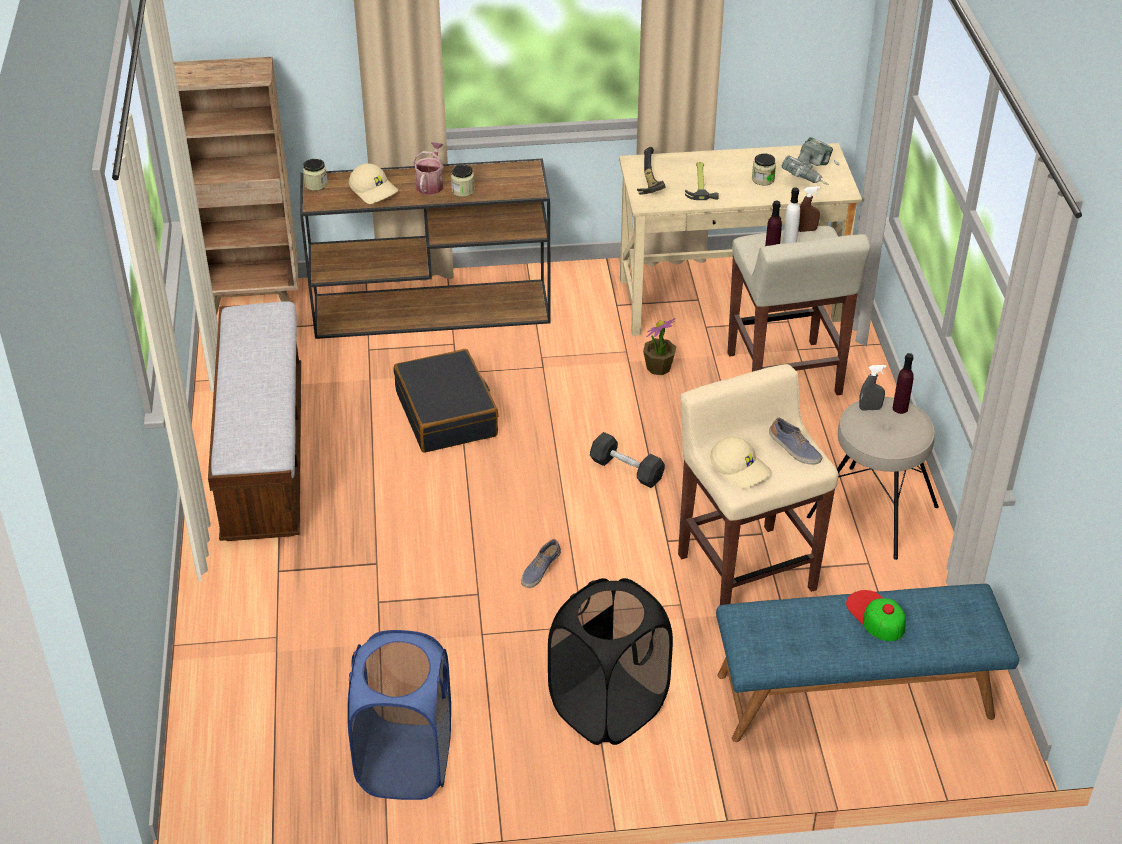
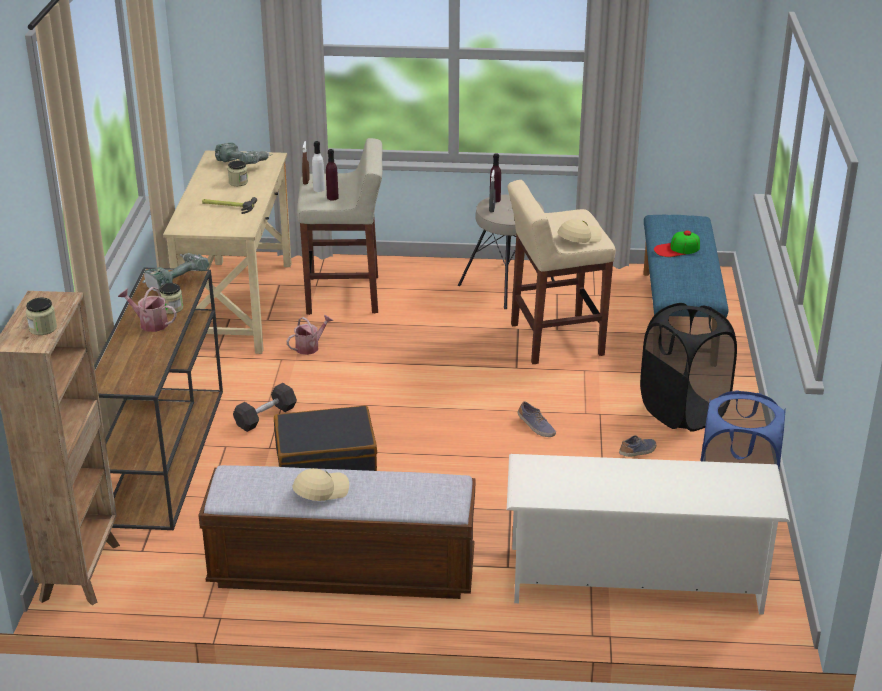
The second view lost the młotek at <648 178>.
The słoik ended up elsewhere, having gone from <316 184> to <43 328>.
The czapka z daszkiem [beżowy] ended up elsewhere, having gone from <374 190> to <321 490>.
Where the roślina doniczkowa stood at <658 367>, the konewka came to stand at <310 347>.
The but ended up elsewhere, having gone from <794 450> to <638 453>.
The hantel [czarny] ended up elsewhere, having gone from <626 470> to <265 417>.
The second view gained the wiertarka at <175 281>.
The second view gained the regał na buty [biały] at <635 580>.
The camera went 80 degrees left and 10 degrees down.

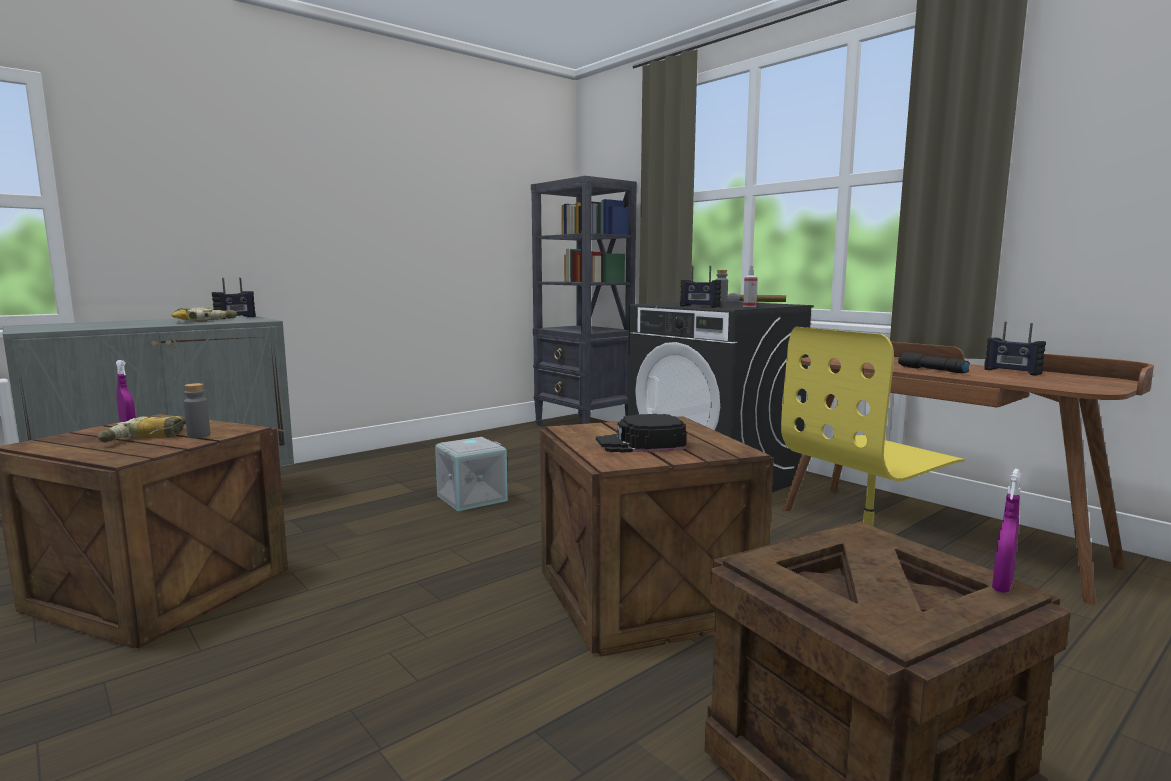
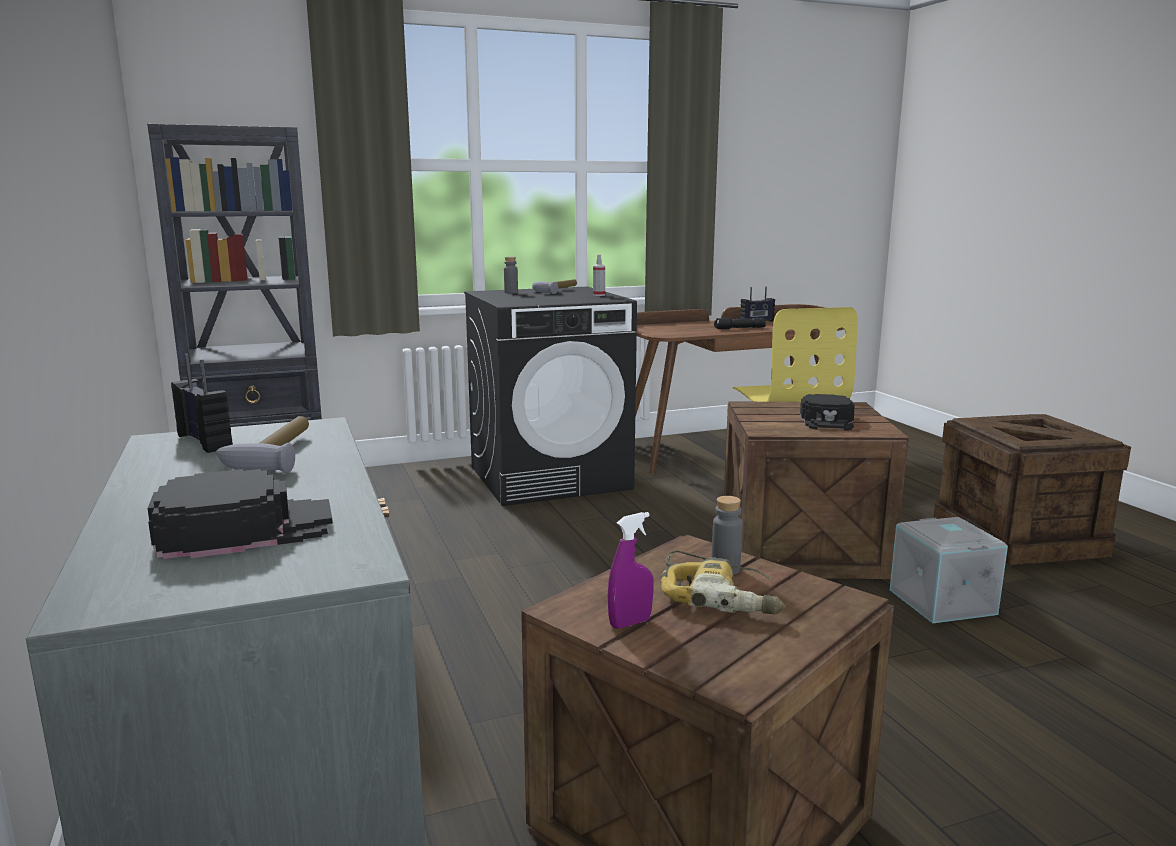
The second view lost the radio at <699 306>.
Where the wiertarka stood at <205 321>, the młotek came to stand at <273 455>.
The pojemnik do przechowywania [szary] ended up elsewhere, having gone from <472 498> to <940 602>.
The second view lost the spryskiwacz [fioletowy] at <1002 586>.
The second view gained the czapka z daszkiem [czarny] at <244 528>.
The camera went 70 degrees left and 5 degrees up.

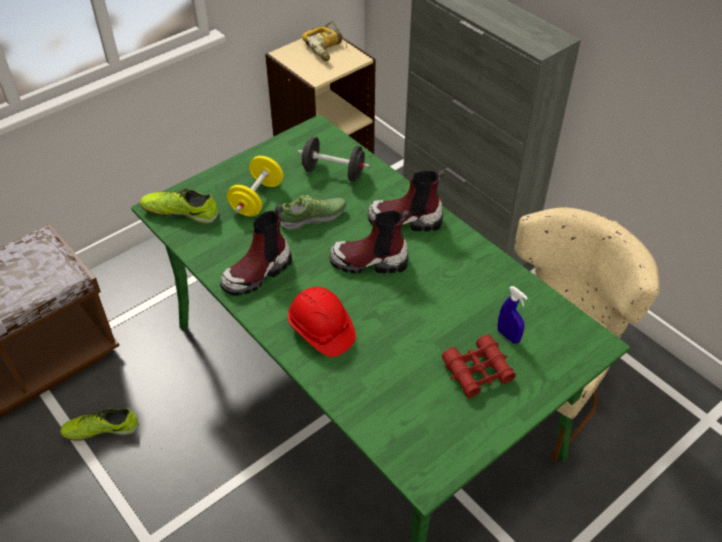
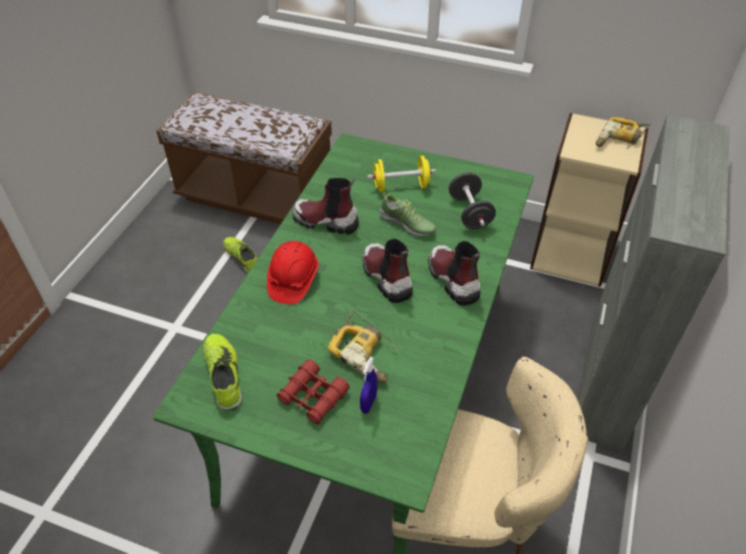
The but ended up elsewhere, having gone from <180 212> to <224 375>.
The second view gained the wiertarka at <366 353>.
The camera went 60 degrees right and 0 degrees up.

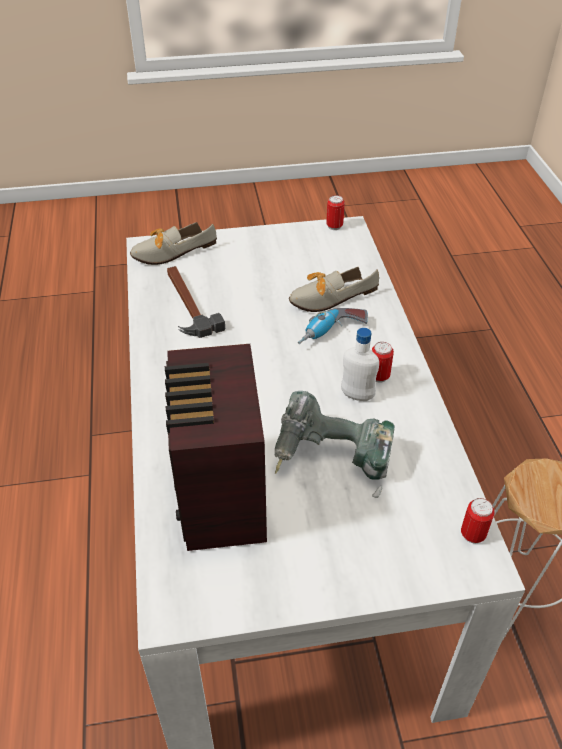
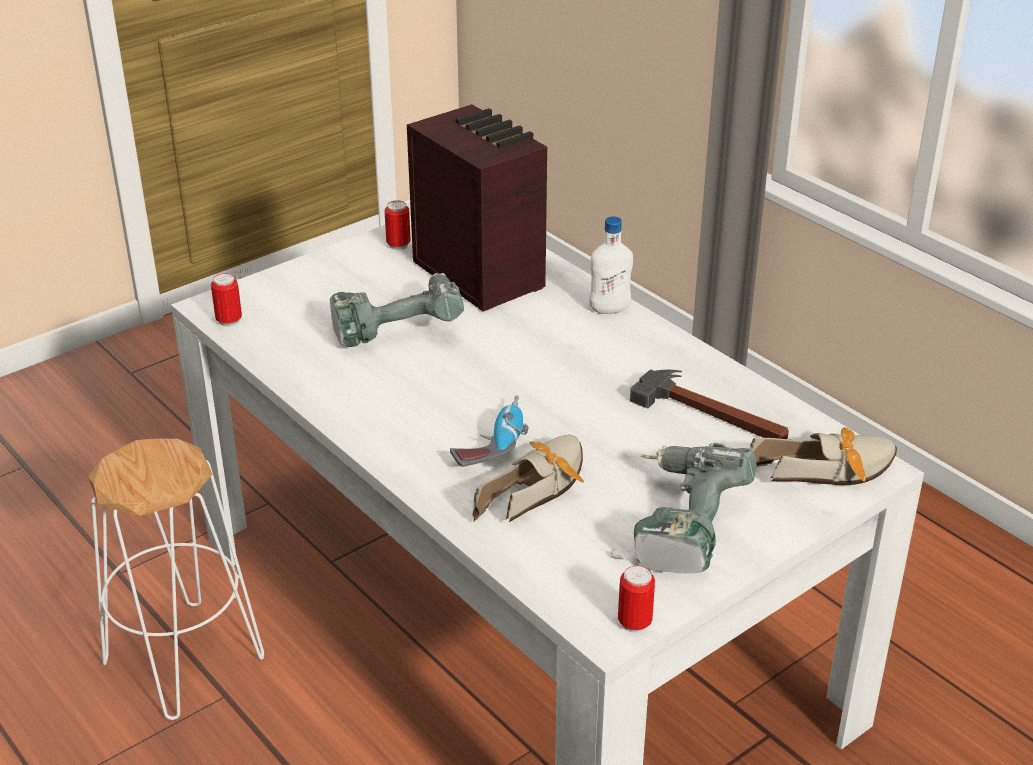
The but at <168 253> ended up facing another way, 45 degrees clockwise from before.
The butelka [biały] ended up elsewhere, having gone from <357 395> to <609 309>.
The puszka ended up elsewhere, having gone from <379 376> to <398 245>.
The second view gained the wiertarka at <678 527>.
The camera went 150 degrees right and 10 degrees down.

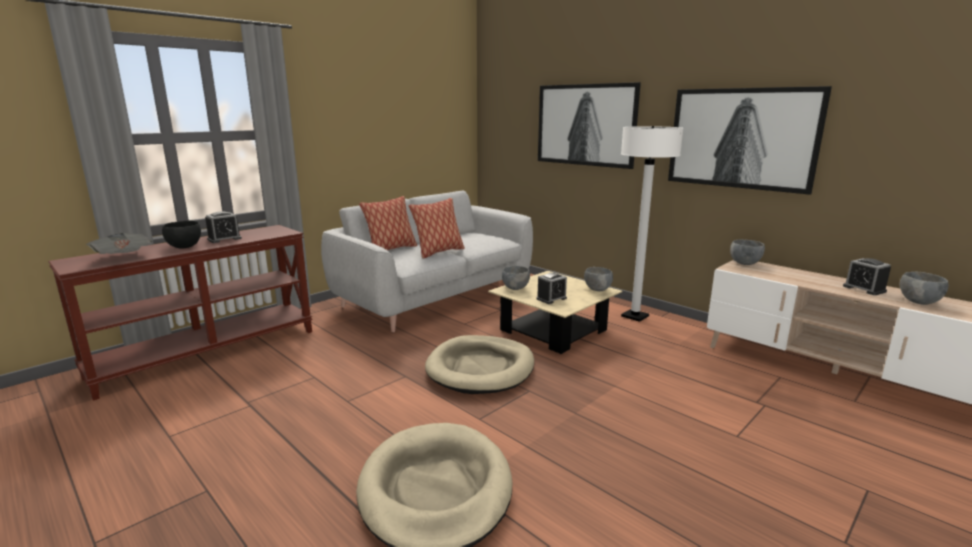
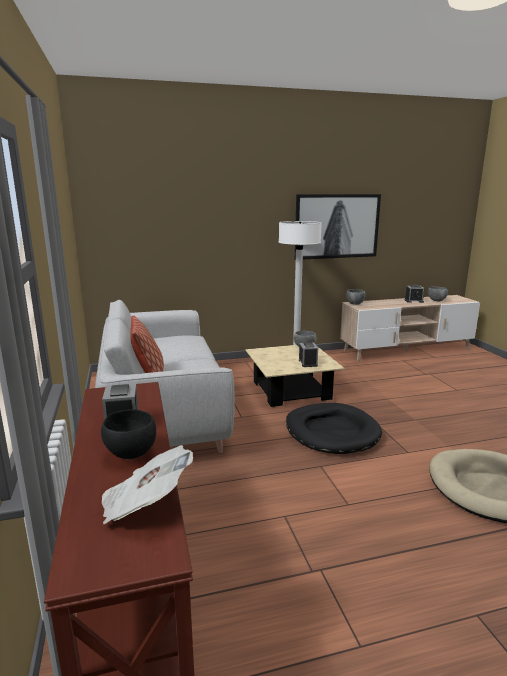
The second view lost the obraz at <586 125>.
The second view lost the poduszka at <438 252>.
The second view lost the miska [szary] at <515 288>.
What was the legowisko [beżowy] at <481 368> turned into the legowisko [czarny] at <331 432>.
The camera went 60 degrees left and 0 degrees up.

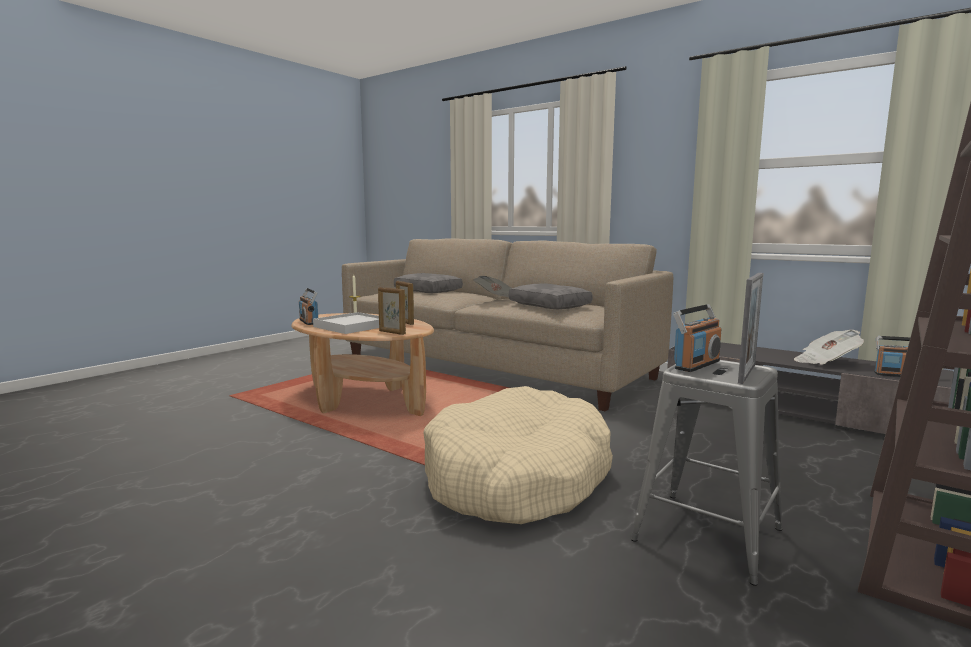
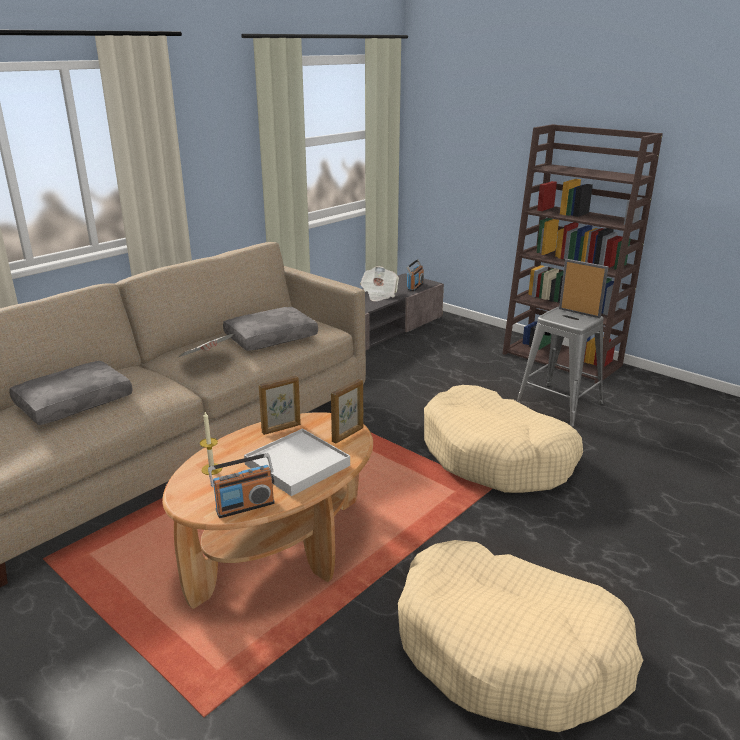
The second view lost the radio at <696 365>.
The second view gained the legowisko [beżowy] at <509 650>.
The camera went 85 degrees left and 15 degrees up.

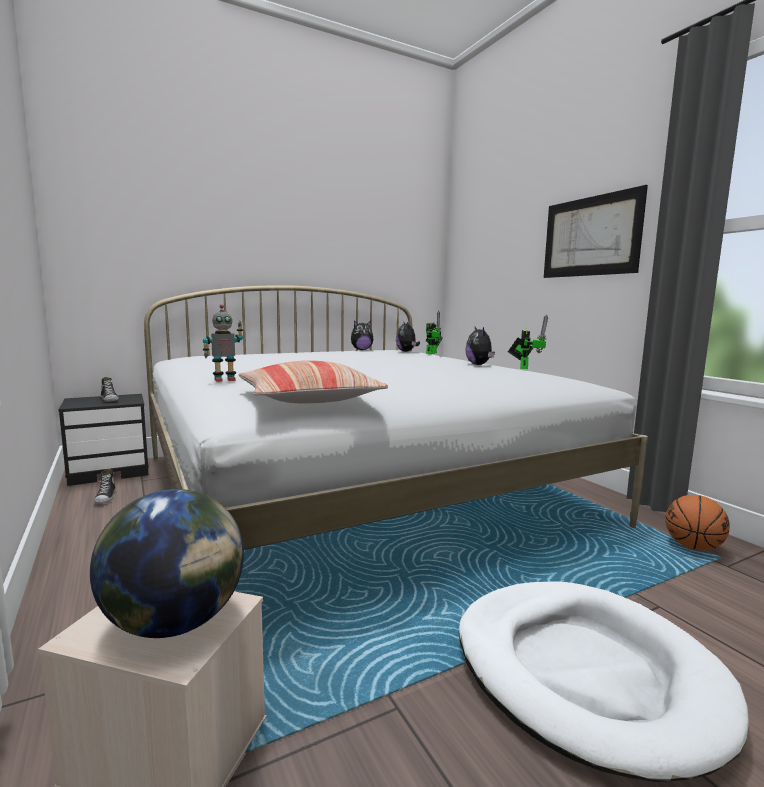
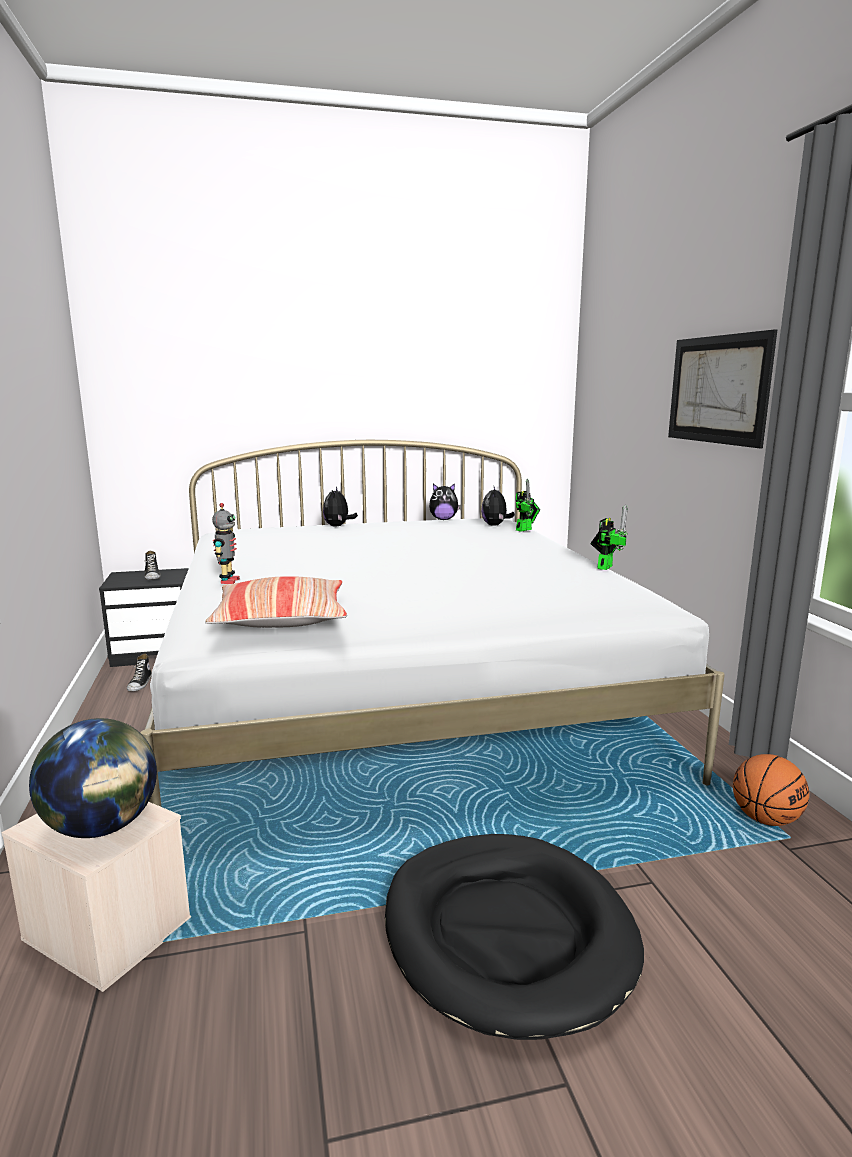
The robot zabawkowy at <224 380> ended up facing another way, 75 degrees counterclockwise from before.
The pluszak ended up elsewhere, having gone from <479 365> to <338 526>.
What was the legowisko [biały] at <585 673> turned into the legowisko [czarny] at <507 934>.
The camera went 15 degrees right and 5 degrees up.

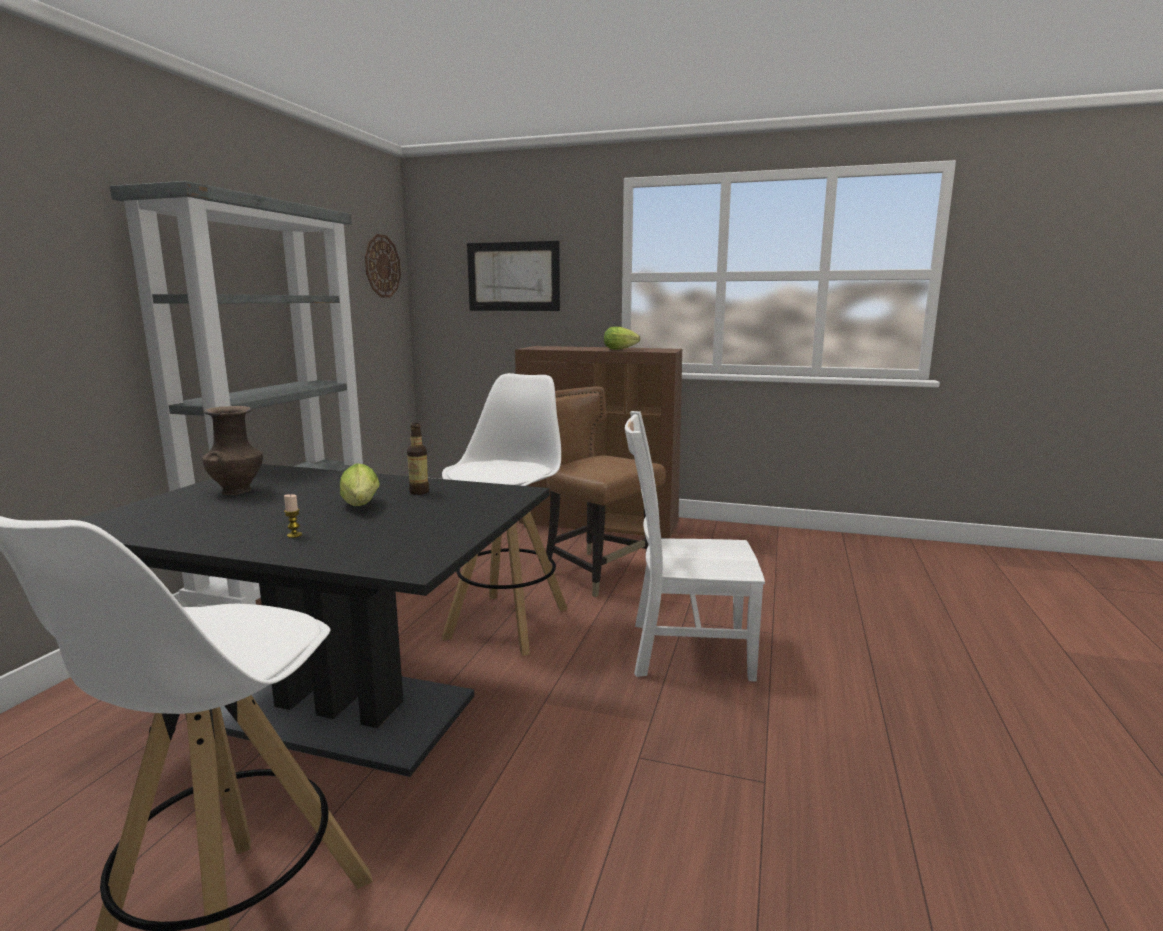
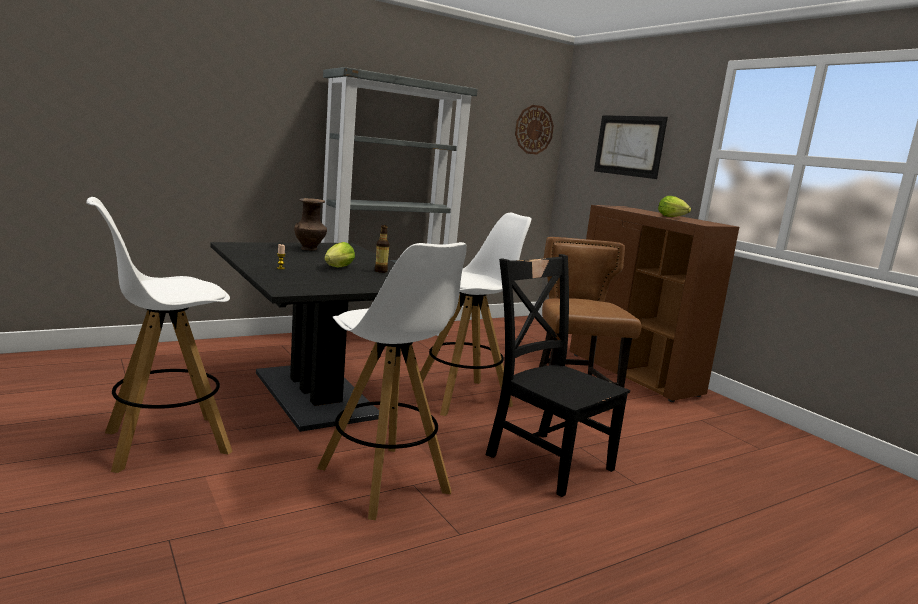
What was the krzesło [biały] at <684 650> turned into the krzesło [czarny] at <546 459>.
The second view gained the stołek [biały] at <384 481>.
The camera went 40 degrees right and 0 degrees up.

